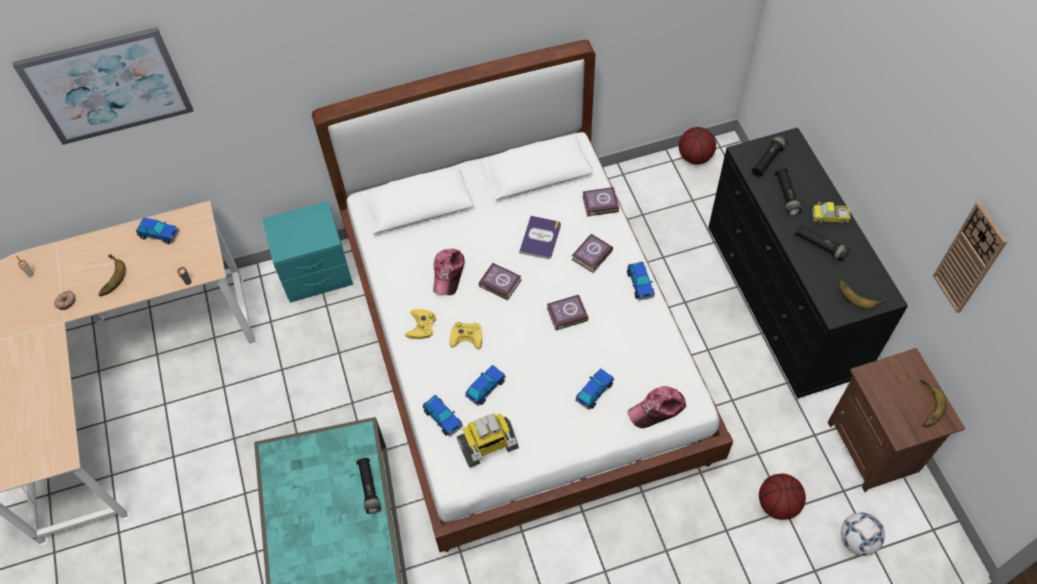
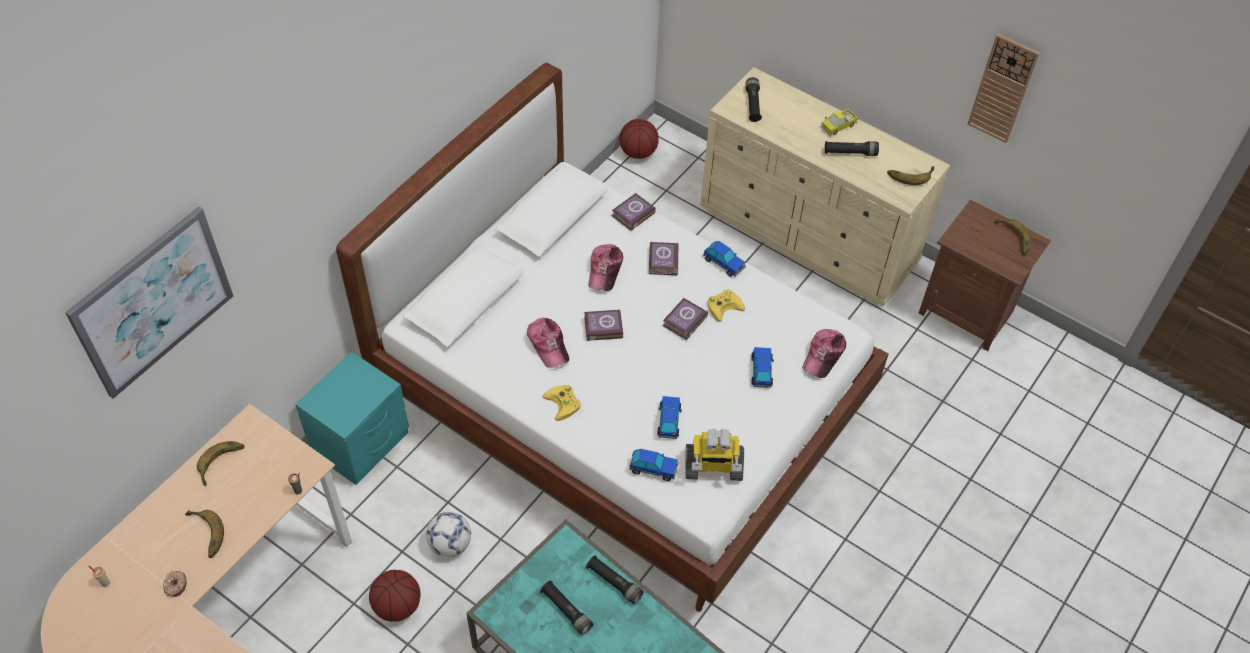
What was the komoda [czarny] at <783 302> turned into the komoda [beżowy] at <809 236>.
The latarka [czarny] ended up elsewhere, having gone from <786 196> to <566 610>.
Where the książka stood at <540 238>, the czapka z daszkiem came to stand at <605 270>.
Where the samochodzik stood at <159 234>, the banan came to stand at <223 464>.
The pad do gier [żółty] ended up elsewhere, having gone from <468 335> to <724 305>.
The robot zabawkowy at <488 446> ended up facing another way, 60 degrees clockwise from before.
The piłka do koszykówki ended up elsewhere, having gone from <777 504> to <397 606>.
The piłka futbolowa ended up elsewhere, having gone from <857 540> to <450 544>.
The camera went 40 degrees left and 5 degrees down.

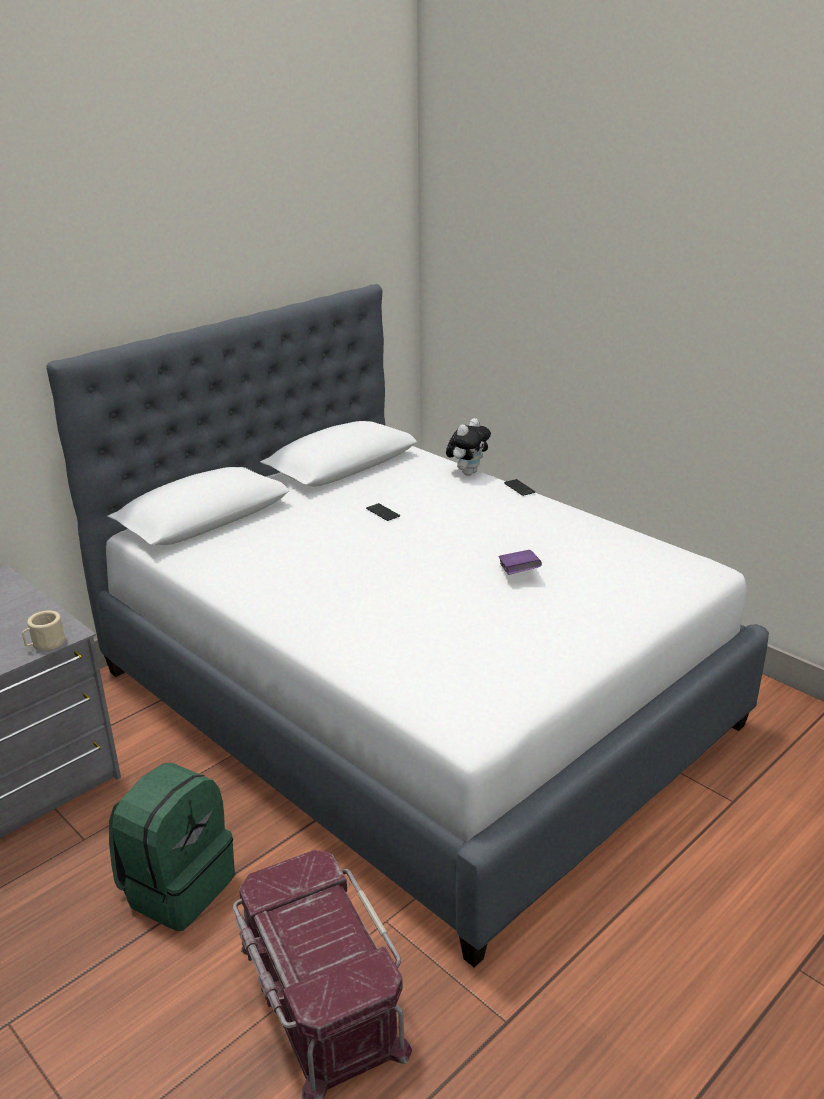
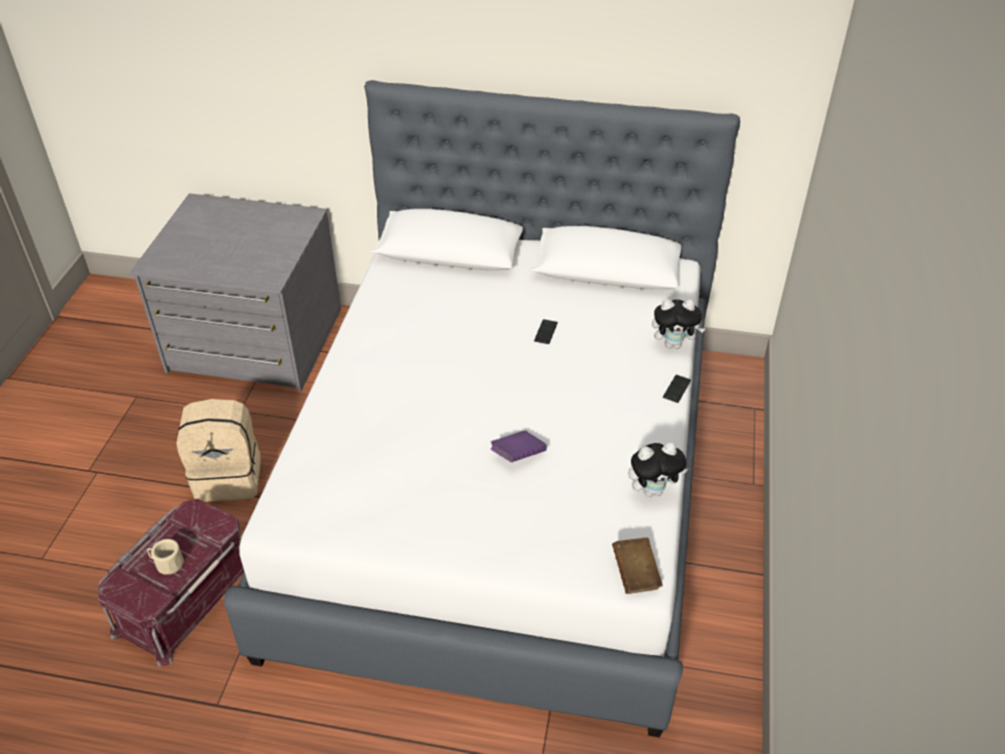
The kubek [beżowy] ended up elsewhere, having gone from <45 644> to <167 563>.
What was the plecak [zielony] at <177 886> turned into the plecak [beżowy] at <229 477>.
The second view gained the pluszak at <653 490>.
The second view gained the książka [brązowy] at <635 574>.
The camera went 55 degrees right and 15 degrees up.

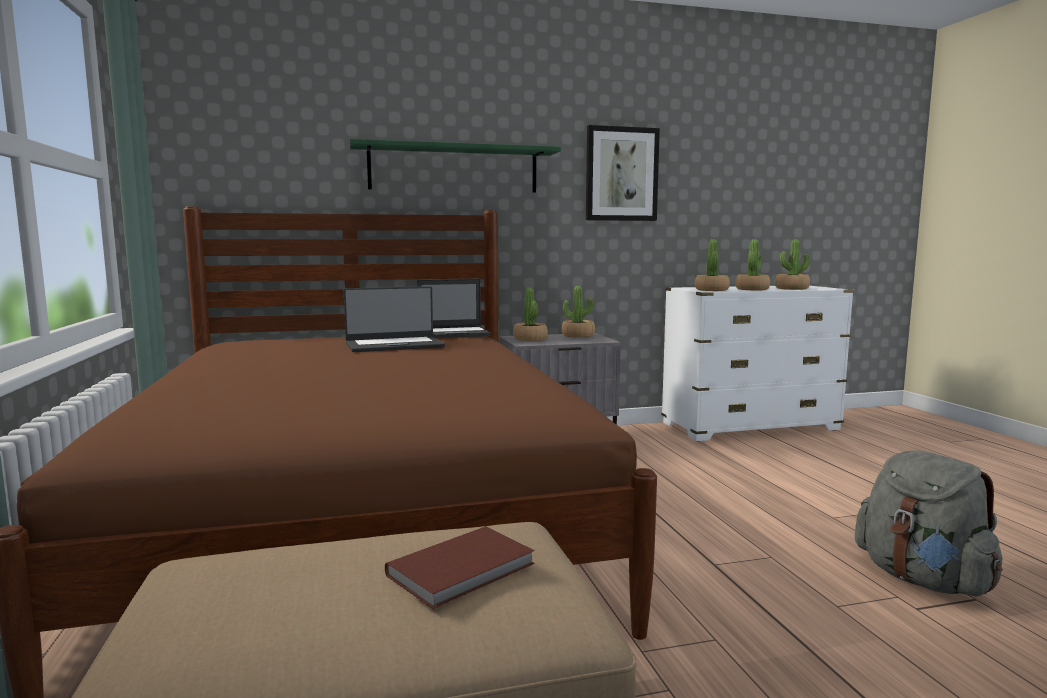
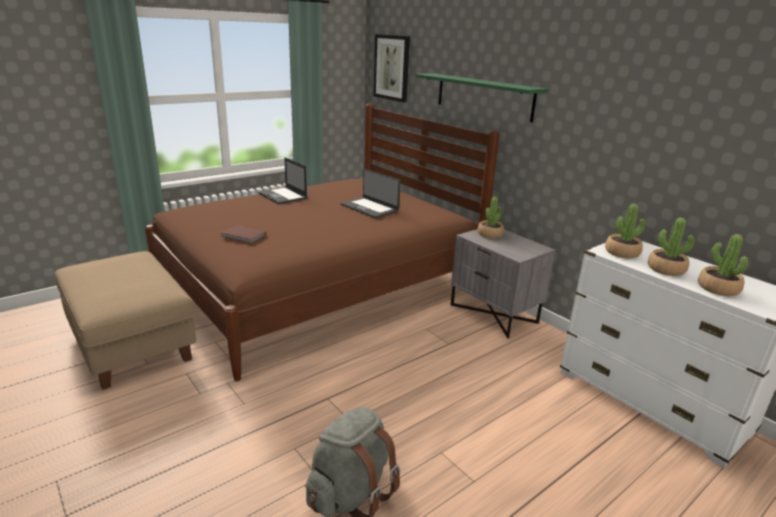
The obraz ended up elsewhere, having gone from <621 174> to <392 67>.
The laptop ended up elsewhere, having gone from <454 333> to <283 196>.
The second view lost the roślina doniczkowa at <578 335>.
The książka [brązowy] ended up elsewhere, having gone from <464 570> to <243 236>.
The camera went 65 degrees right and 15 degrees up.

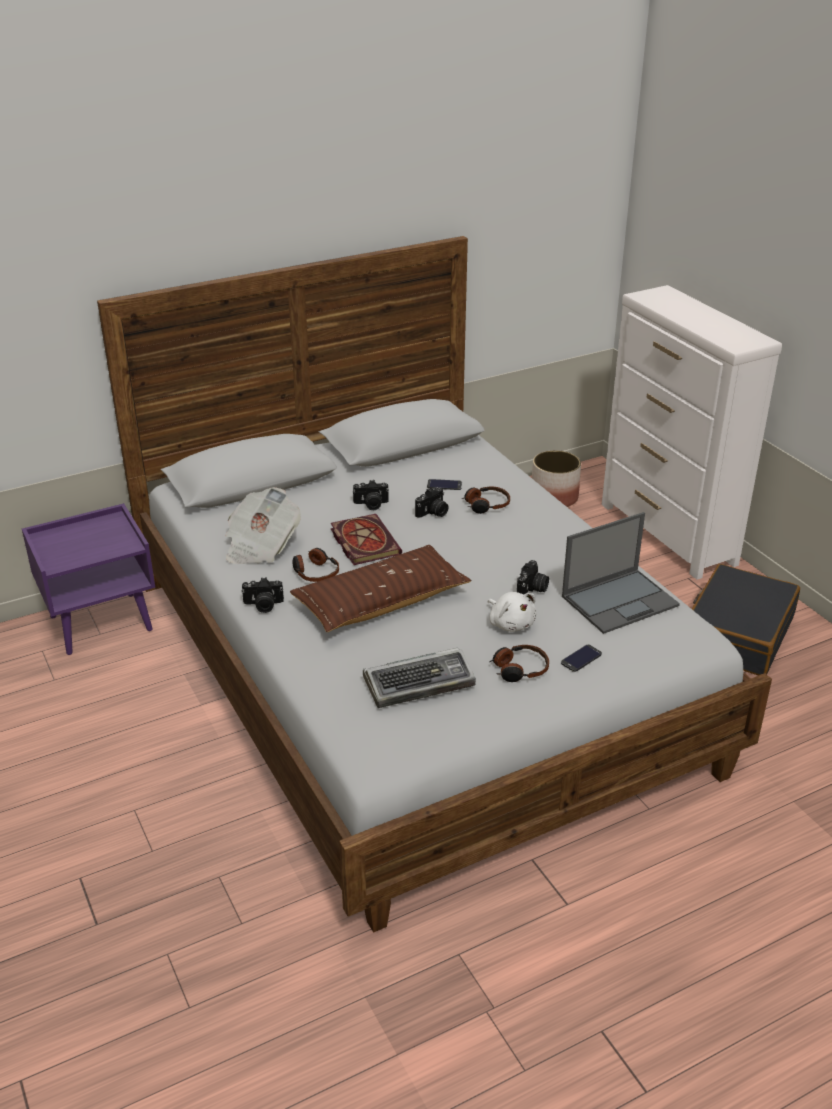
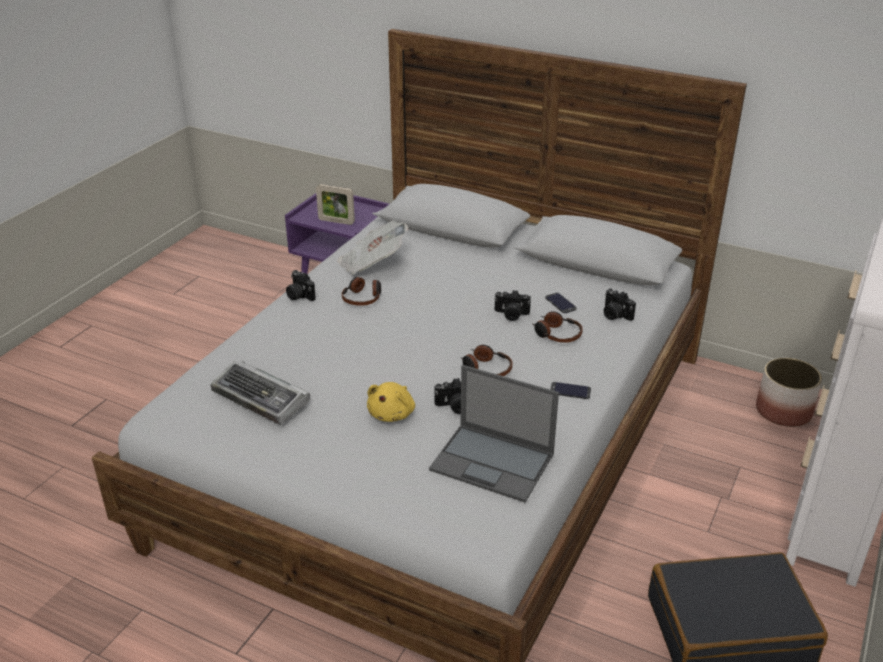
The aparat fotograficzny ended up elsewhere, having gone from <371 505> to <614 315>.
The second view lost the książka at <363 541>.
The second view lost the poduszka [brązowy] at <381 602>.
What was the pluszak [biały] at <510 623> turned into the pluszak [żółty] at <392 414>.
The słuchawki ended up elsewhere, having gone from <519 669> to <486 369>.
The telefon ended up elsewhere, having gone from <581 658> to <570 391>.
The second view gained the ramka na zdjęcie at <336 221>.
The camera went 55 degrees right and 0 degrees up.

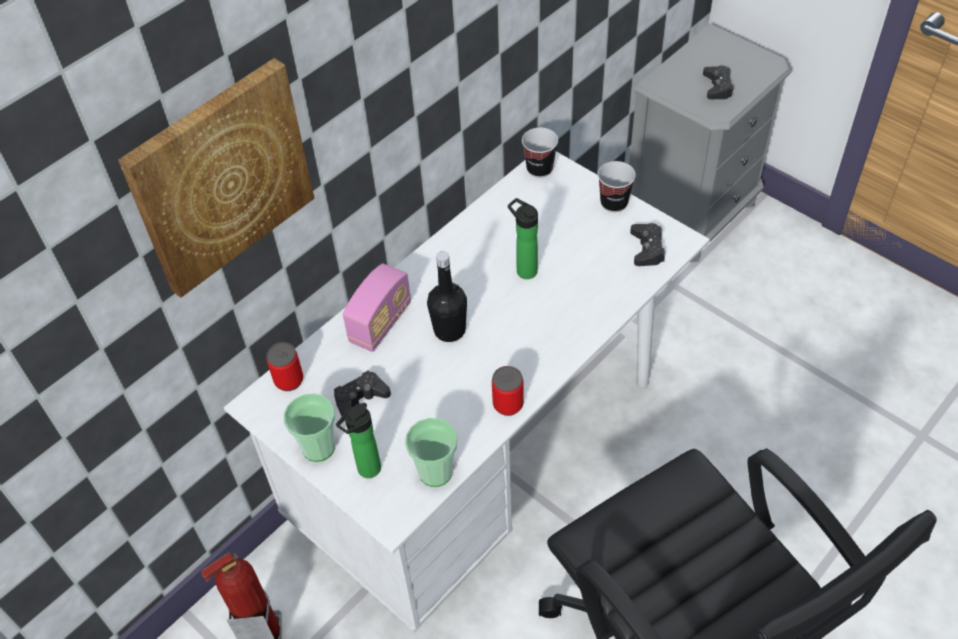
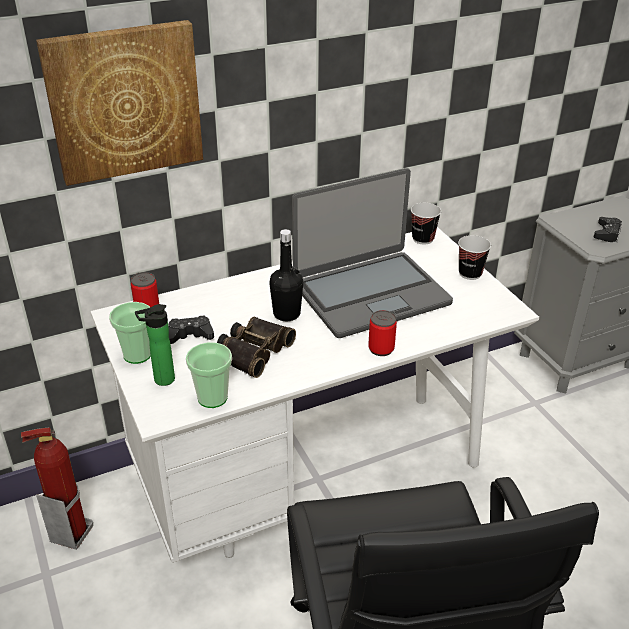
Where the butelka stood at <524 270>, the laptop came to stand at <370 294>.
The second view lost the pad do gier [czarny] at <647 249>.
The second view lost the radio at <380 323>.
The puszka ended up elsewhere, having gone from <508 404> to <381 349>.
The second view gained the lornetka at <253 351>.
The camera went 20 degrees right and 15 degrees down.

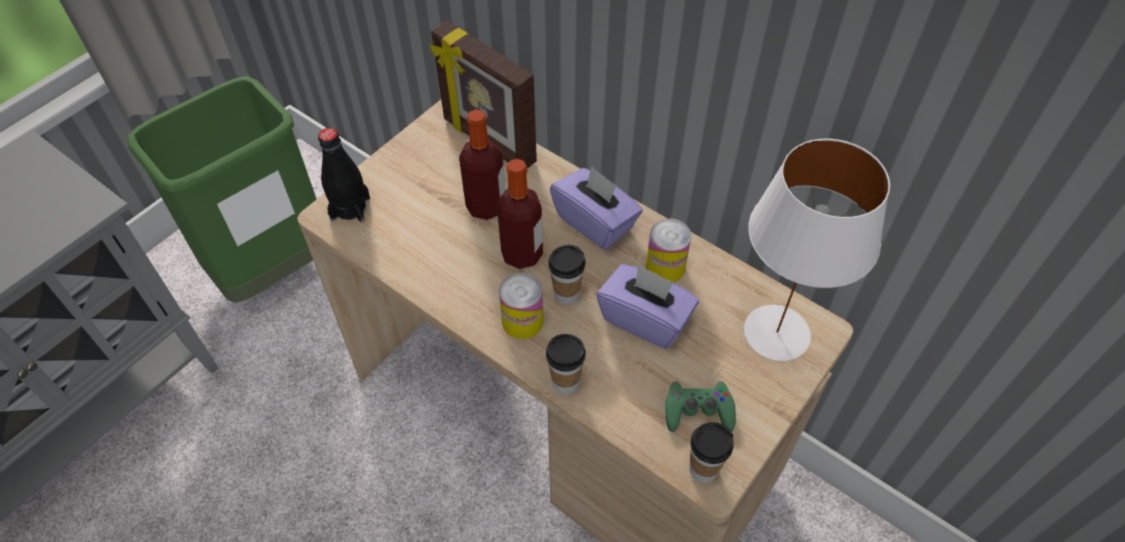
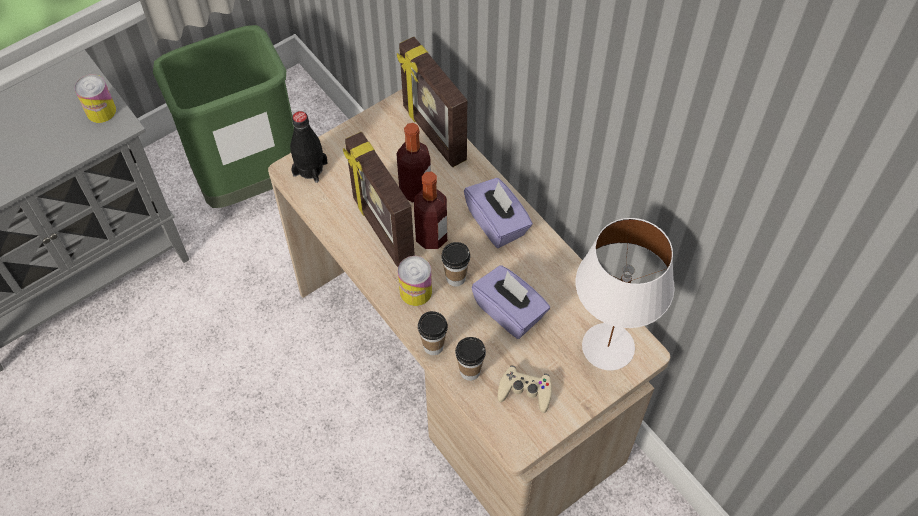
The puszka ended up elsewhere, having gone from <665 267> to <101 111>.
What was the pad do gier [zielony] at <698 411> turned into the pad do gier [beżowy] at <525 391>.
The filiżanka ended up elsewhere, having gone from <703 469> to <470 371>.
The second view gained the ramka na zdjęcie at <382 230>.
The camera went 15 degrees right and 5 degrees up.

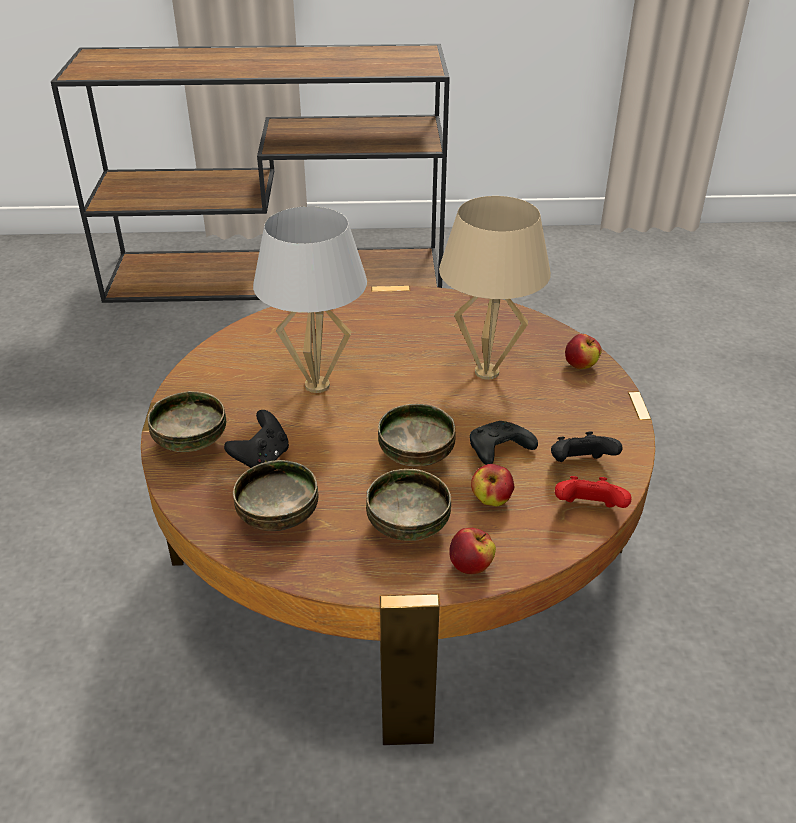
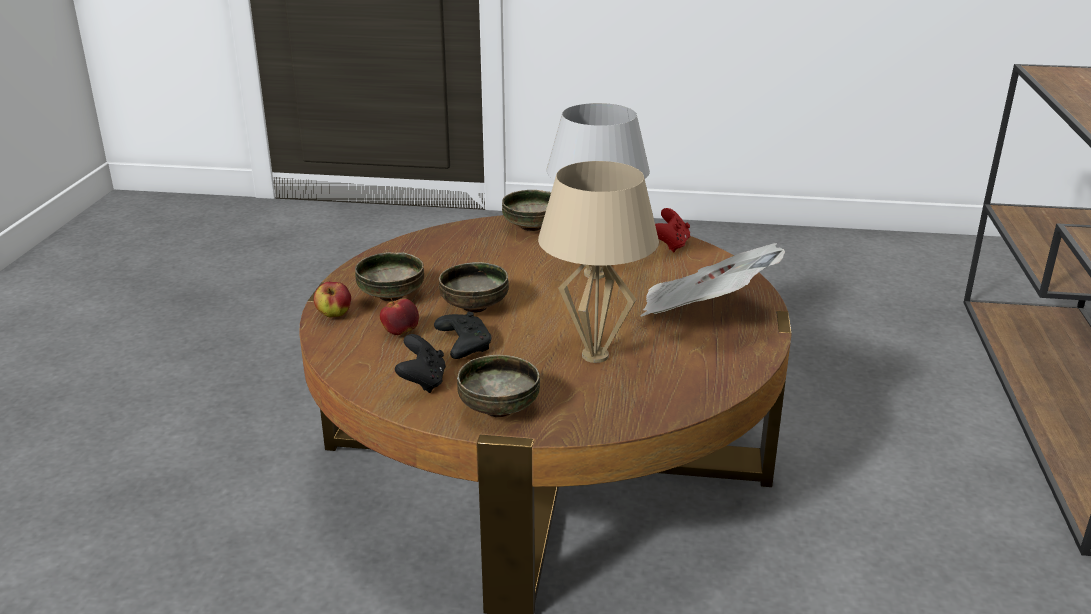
The second view lost the jabłko at <581 366>.
The second view lost the pad do gier [czarny] at <262 459>.
The miska ended up elsewhere, having gone from <279 518> to <498 410>.
The pad do gier [czerwony] ended up elsewhere, having gone from <588 510> to <670 245>.
The second view gained the gazeta at <704 313>.
The camera went 100 degrees right and 10 degrees down.

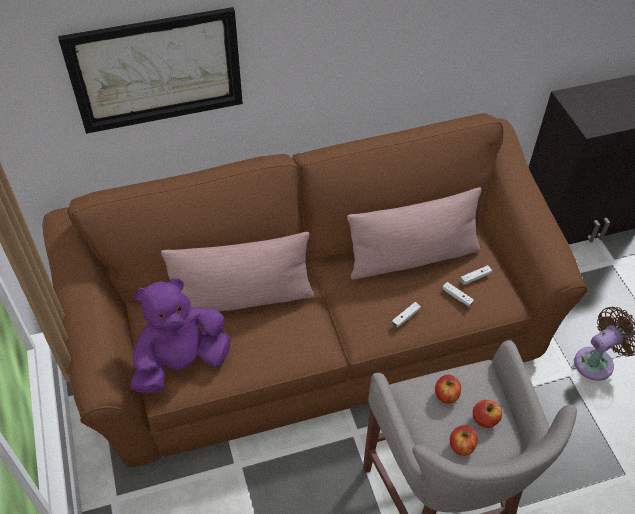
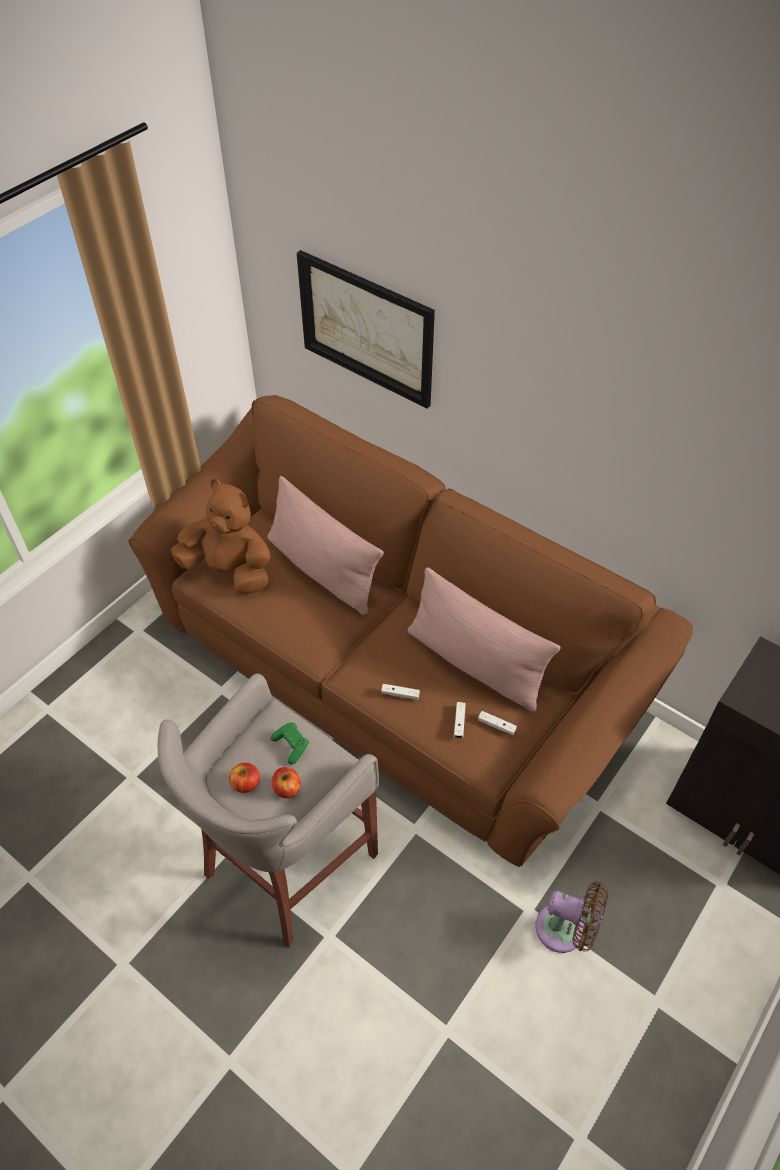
What was the pluszak [fioletowy] at <181 362> turned into the pluszak [brązowy] at <230 570>.
Where the jabłko stood at <446 395>, the pad do gier [zielony] came to stand at <291 745>.
The camera went 55 degrees right and 0 degrees up.

